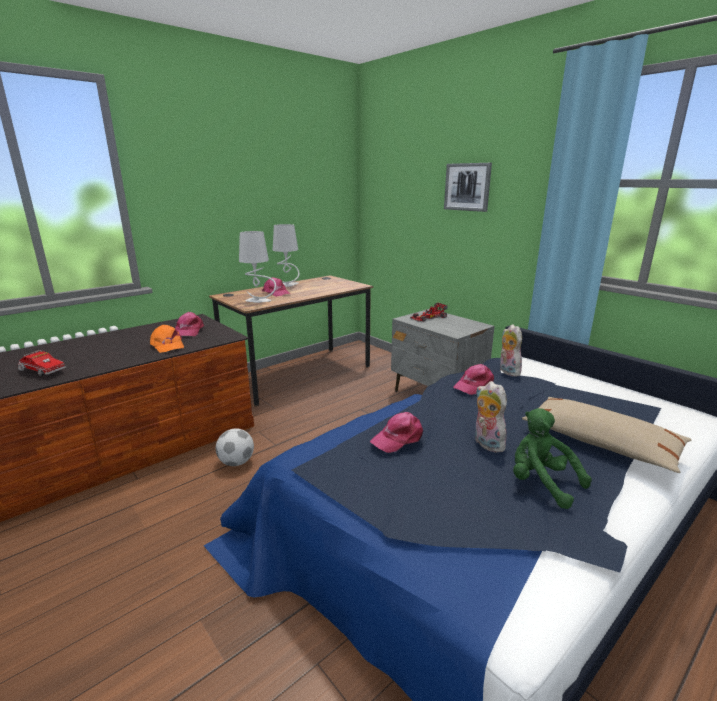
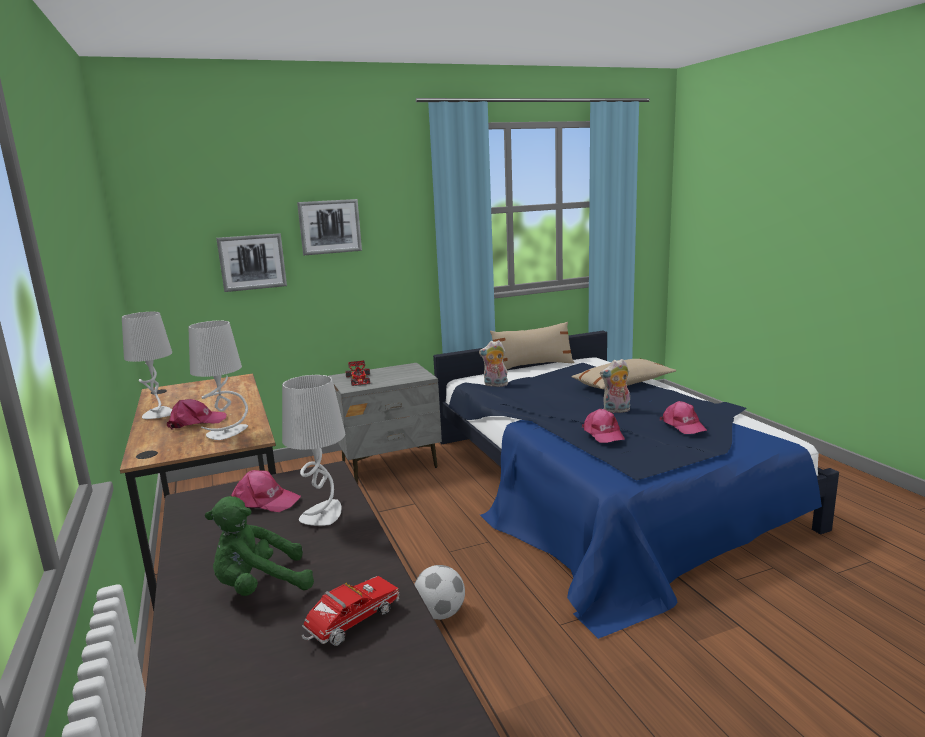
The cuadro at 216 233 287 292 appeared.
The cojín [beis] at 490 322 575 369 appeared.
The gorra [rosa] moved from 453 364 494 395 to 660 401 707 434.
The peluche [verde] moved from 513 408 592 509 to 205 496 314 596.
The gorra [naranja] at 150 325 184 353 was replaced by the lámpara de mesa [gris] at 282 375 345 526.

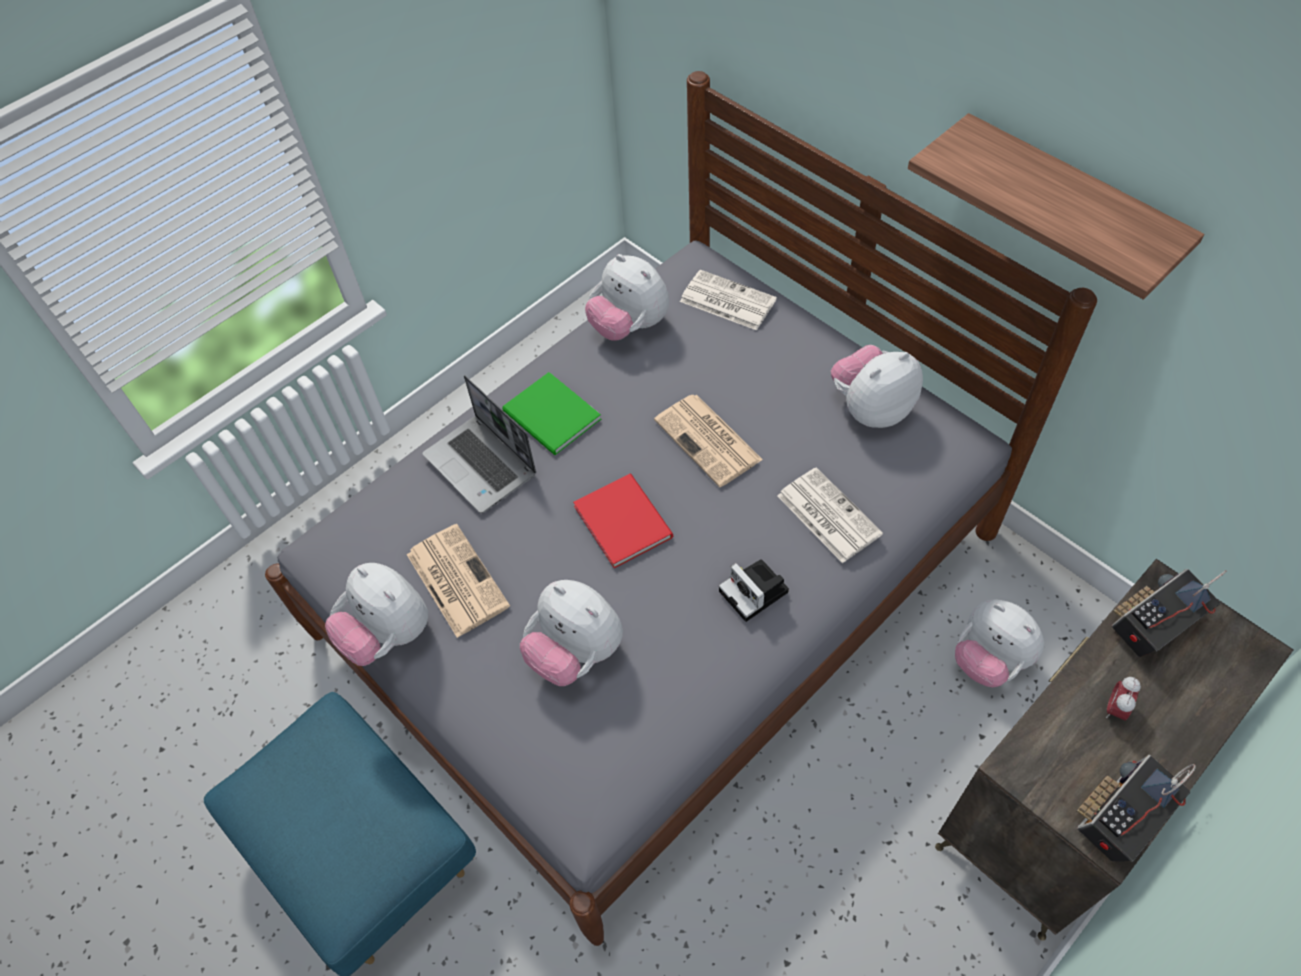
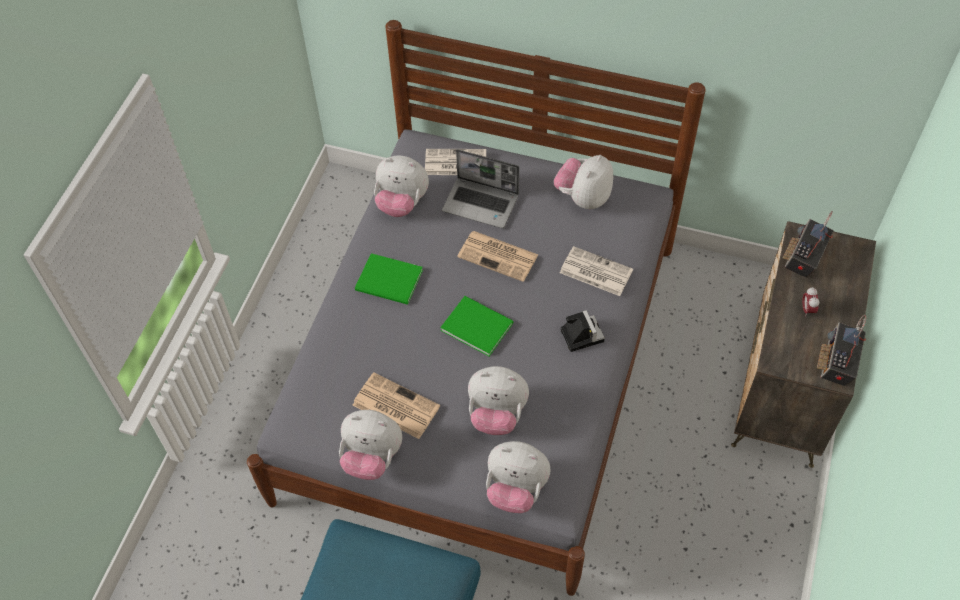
The estante at 908 113 1205 300 disappeared.
The portátil moved from 423 375 536 513 to 442 149 519 228.
The peluche moved from 955 599 1044 687 to 486 441 551 513.
The libro [rojo] at 573 474 673 568 became the libro [verde] at 440 296 513 356.
The cámara at 719 559 789 622 turned 135 degrees counterclockwise.

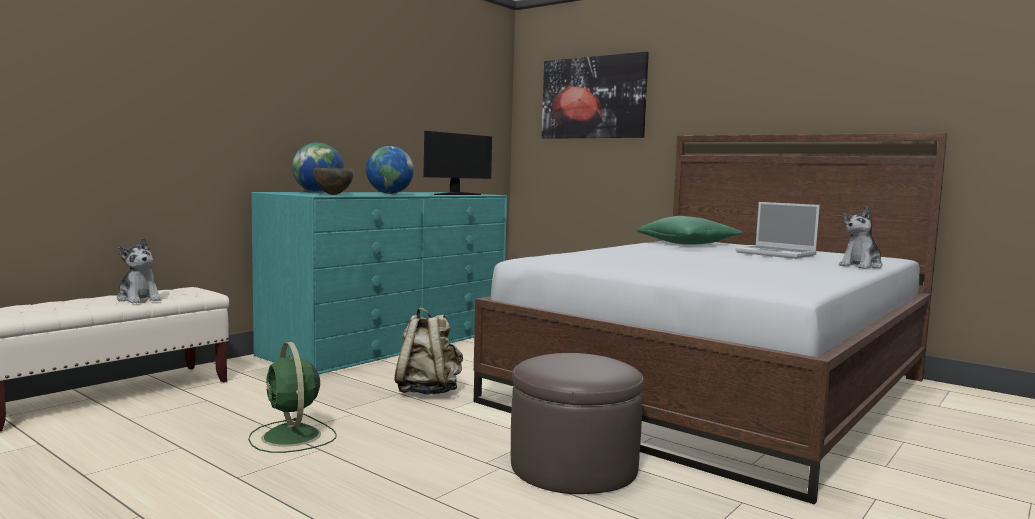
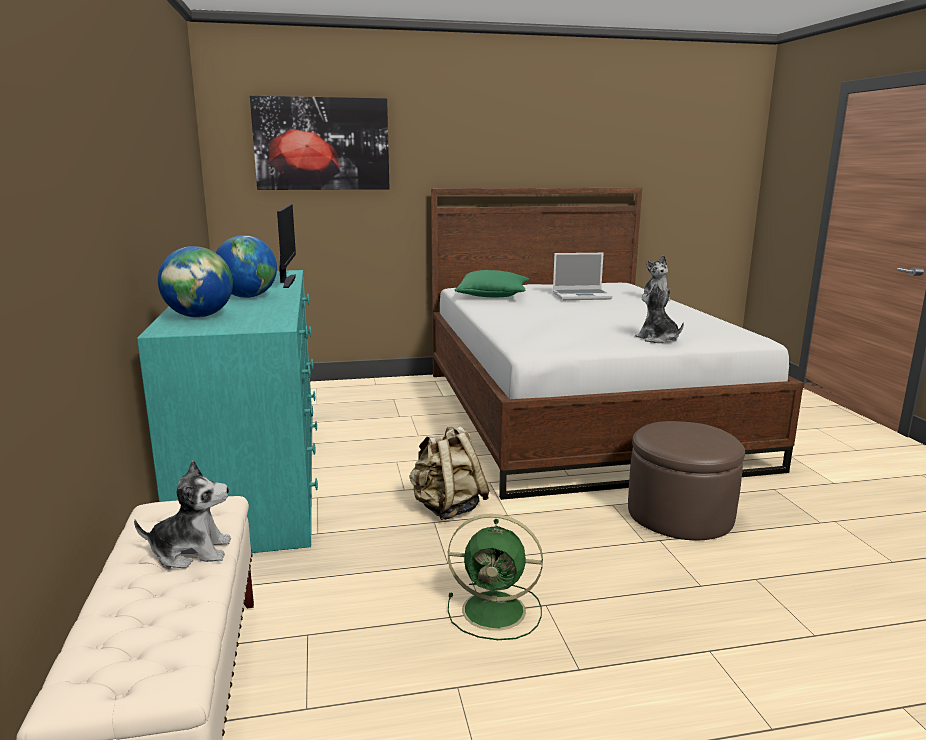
The cuenco [marrón] at 313 168 354 195 disappeared.
The peluche at 635 283 684 343 appeared.

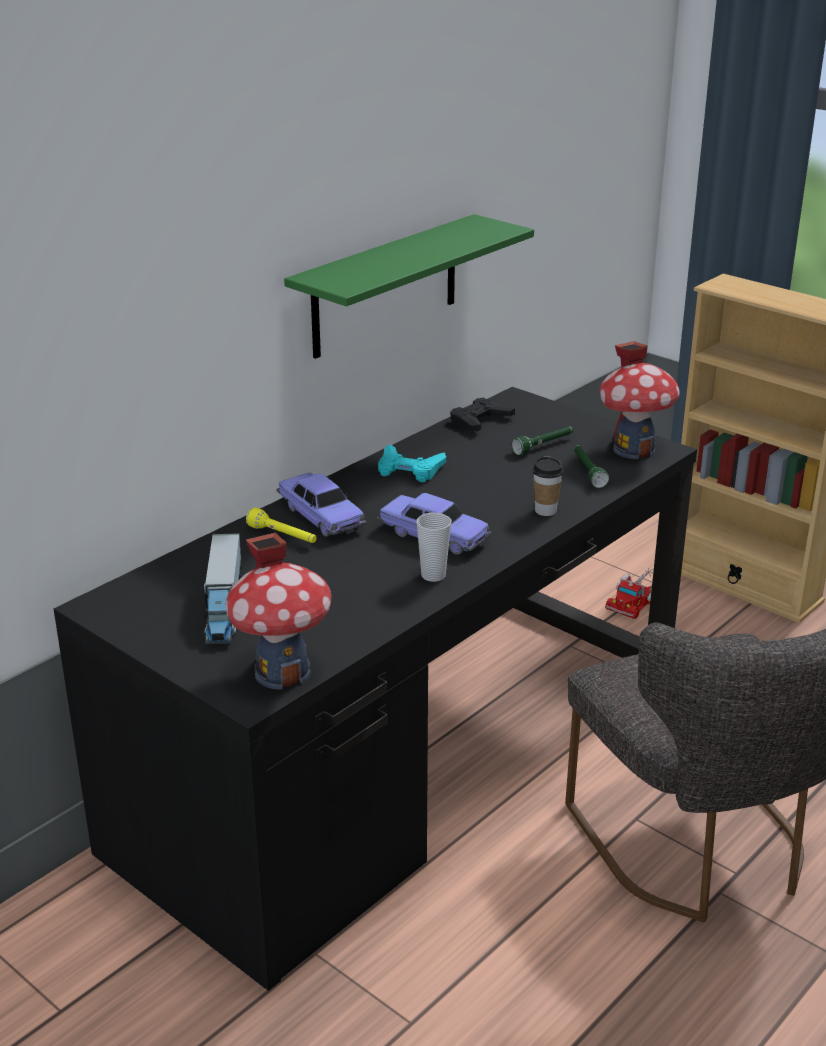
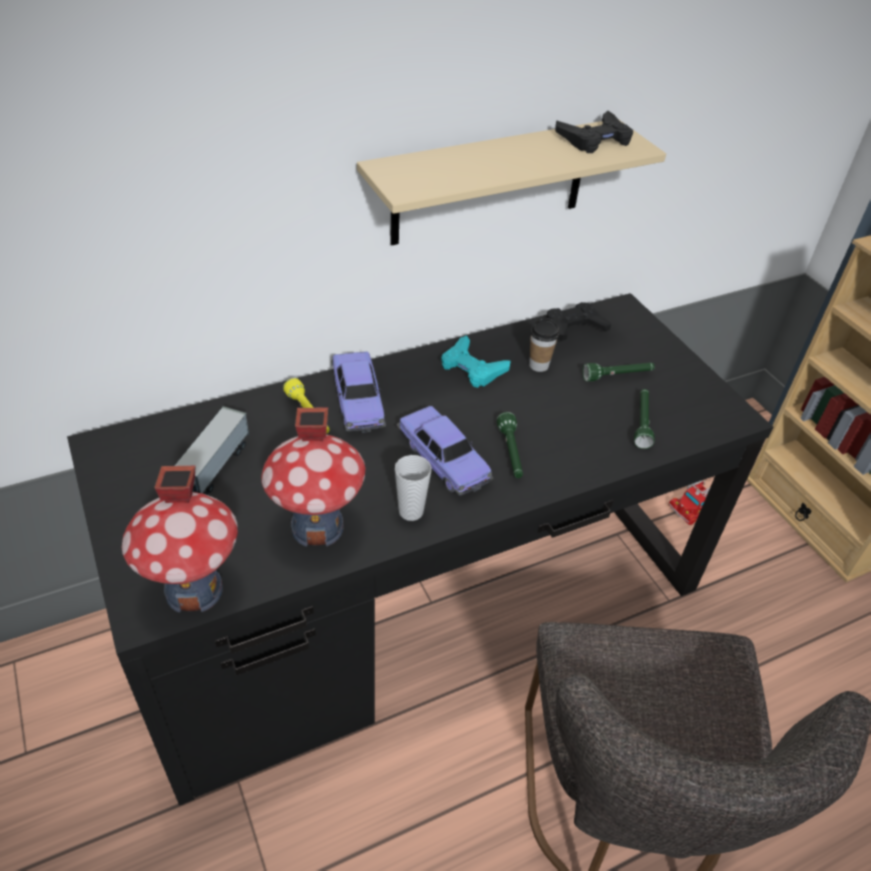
The linterna [verde] at 497 412 523 478 appeared.
The mando de consola [negro] at 555 111 633 153 appeared.
The taza moved from 533 457 563 516 to 529 318 559 372.
The casita moved from 600 341 680 459 to 261 407 366 547.
The estante [verde] at 284 214 534 359 became the estante [beis] at 357 119 666 245.

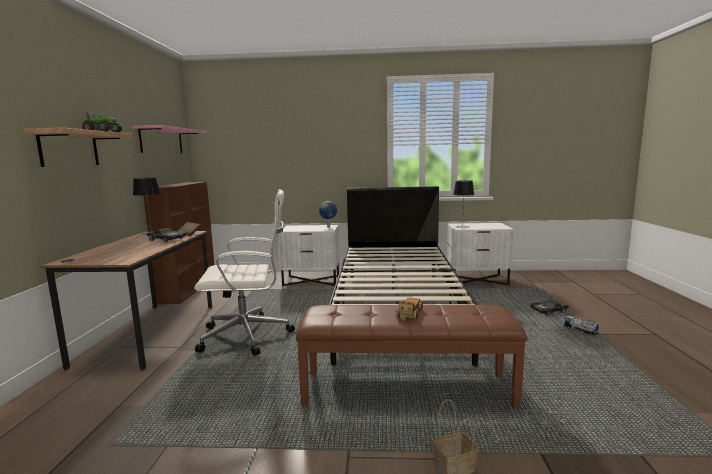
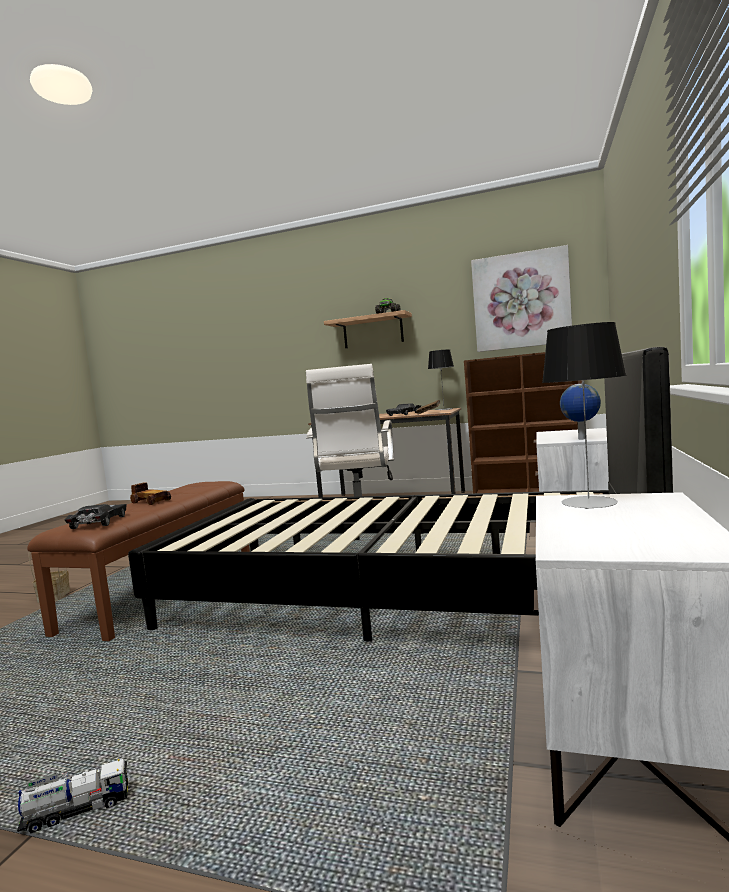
The coche de juguete [negro] moved from 530 300 569 315 to 64 504 126 529.
The estante [rosa] at 132 125 206 153 was replaced by the cuadro at 471 245 572 352.

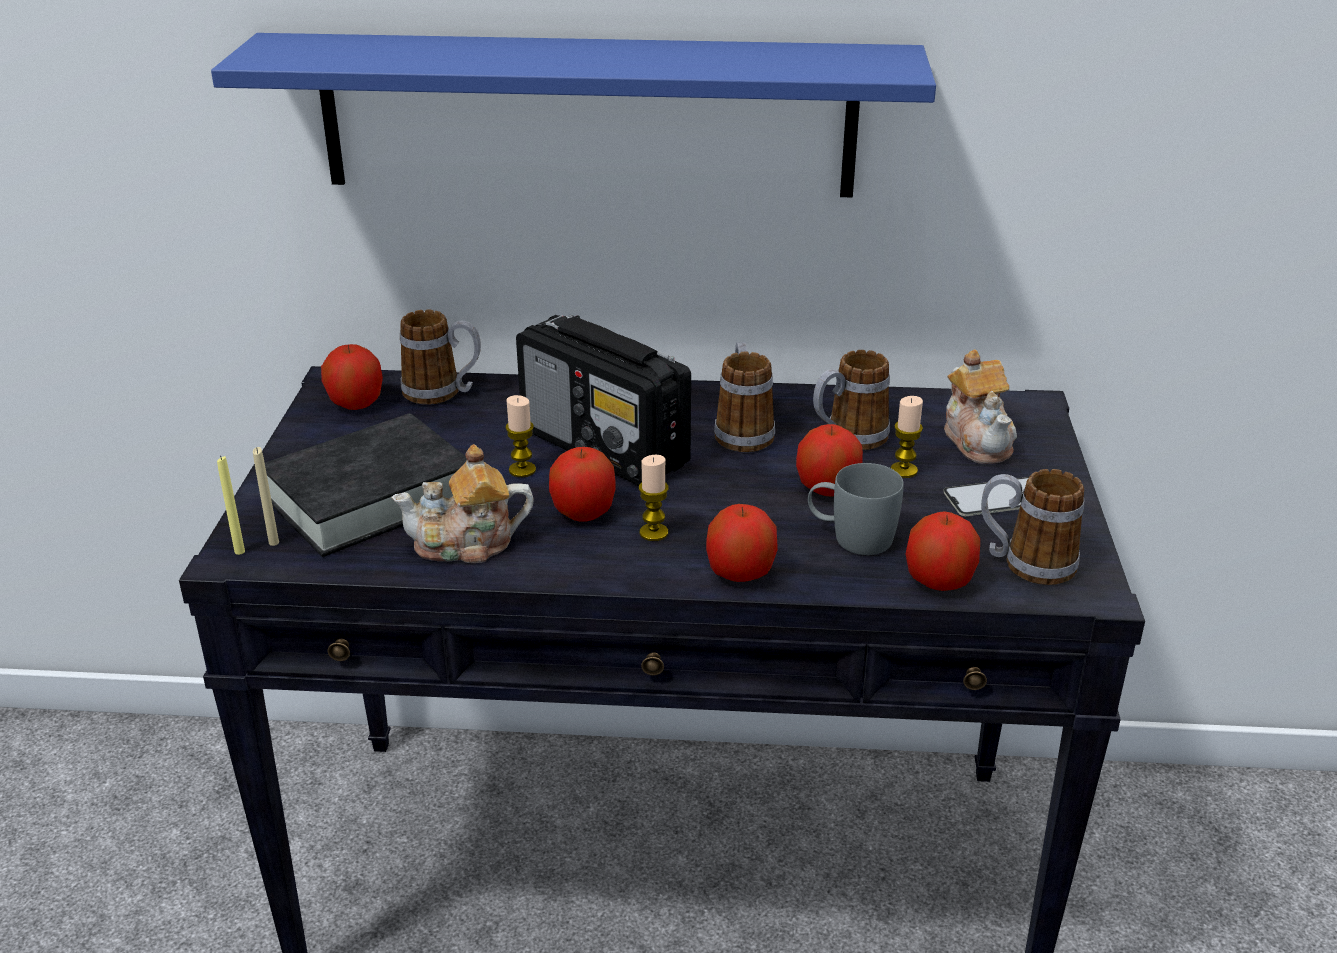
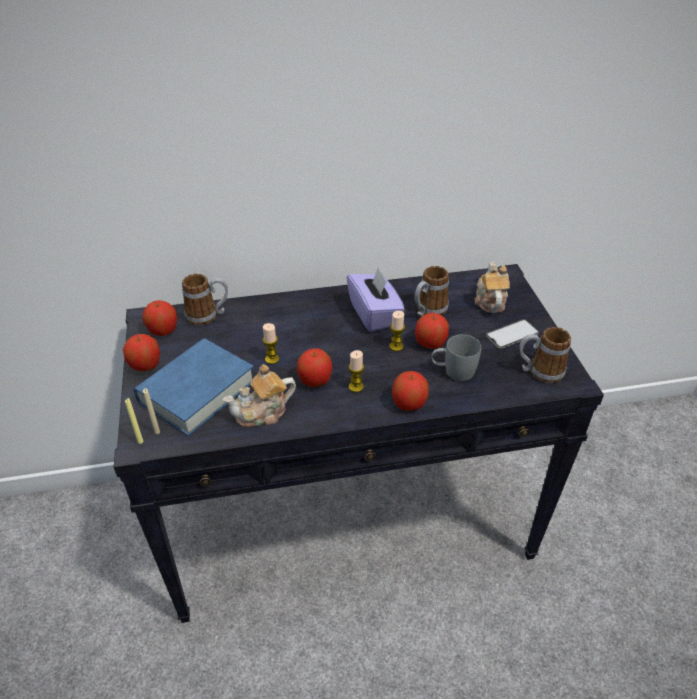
The estante [azul] at 211 33 936 198 disappeared.
The radio at 516 315 691 486 disappeared.
The vela moved from 891 396 923 478 to 389 311 405 351.
The manzana moved from 906 511 980 591 to 123 334 160 371.
The taza grande at 714 342 775 452 was replaced by the caja de pañuelos [morado] at 347 267 405 332.
The libro [negro] at 265 413 467 557 became the libro [azul] at 134 338 253 436.
The tetera at 944 350 1017 464 turned 150 degrees counterclockwise.

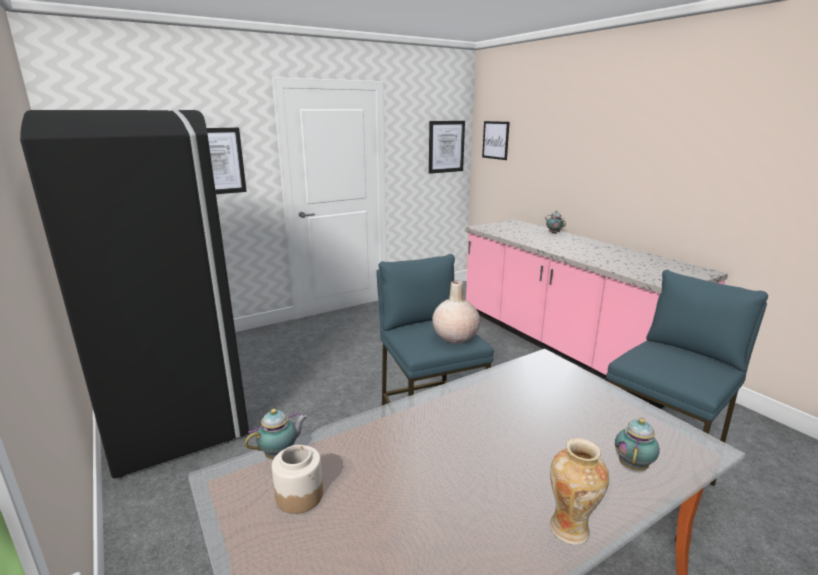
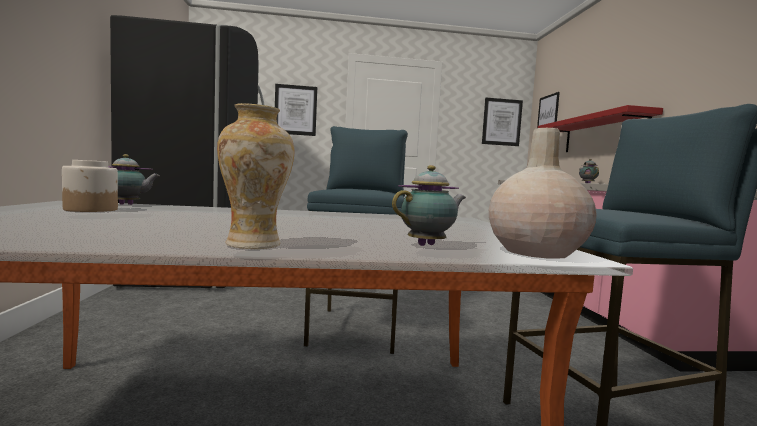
The estante [rojo] at 538 105 663 152 appeared.
The florero [beis] moved from 432 280 480 343 to 489 128 597 259.

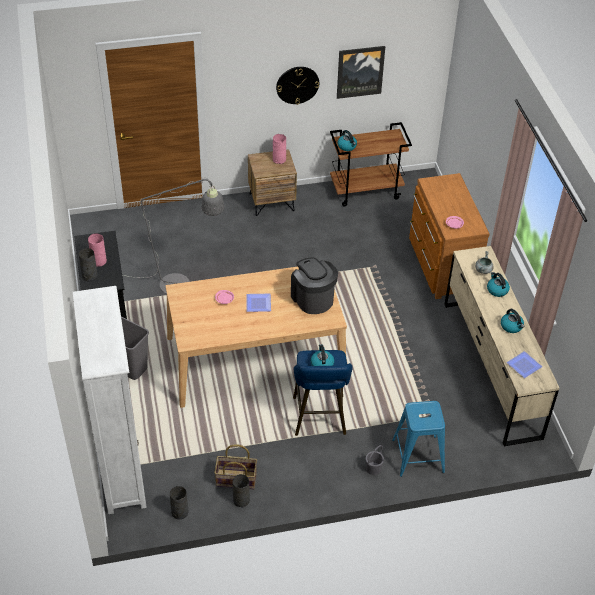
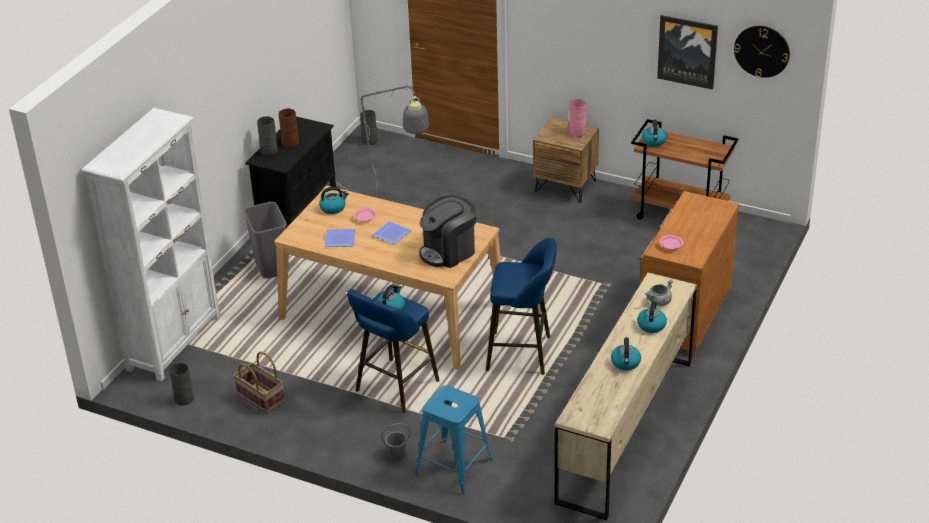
The hervidor at 319 187 349 214 appeared.
The taburete [azul] at 486 238 557 375 appeared.
The florero [gris] moved from 232 474 250 508 to 360 110 378 145.
The reloj de pared moved from 276 67 319 105 to 734 26 790 78.
The plato moved from 507 351 542 378 to 325 229 355 247.
The florero [rosa] at 88 234 107 267 became the florero [marrón] at 279 108 299 148.
The cafetera at 291 258 338 314 turned 135 degrees counterclockwise.

